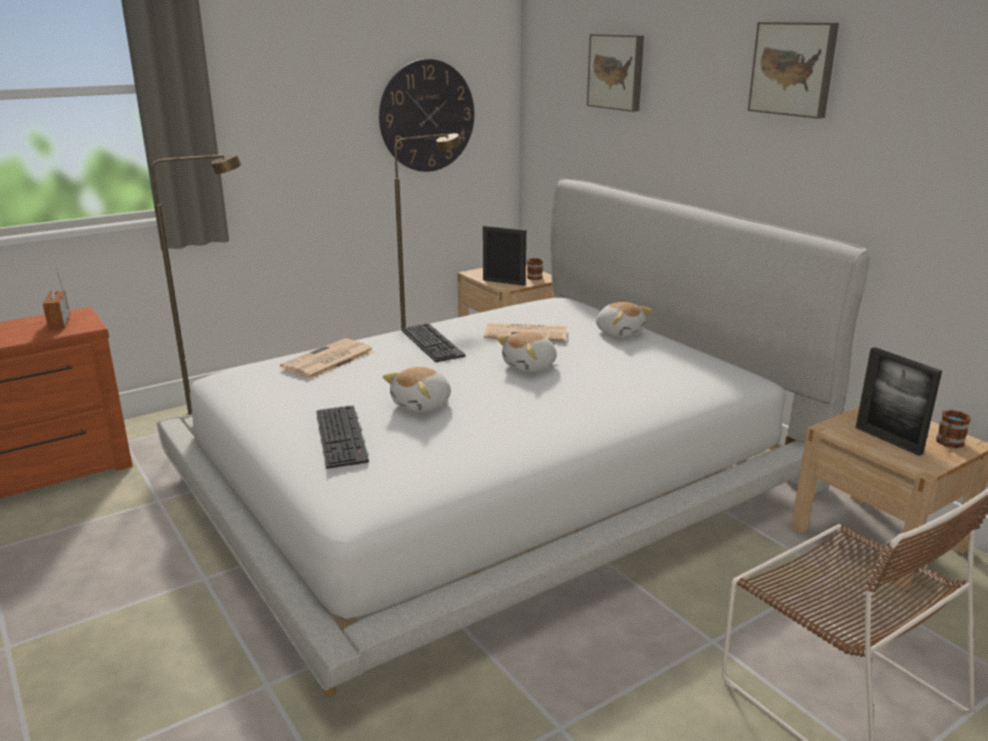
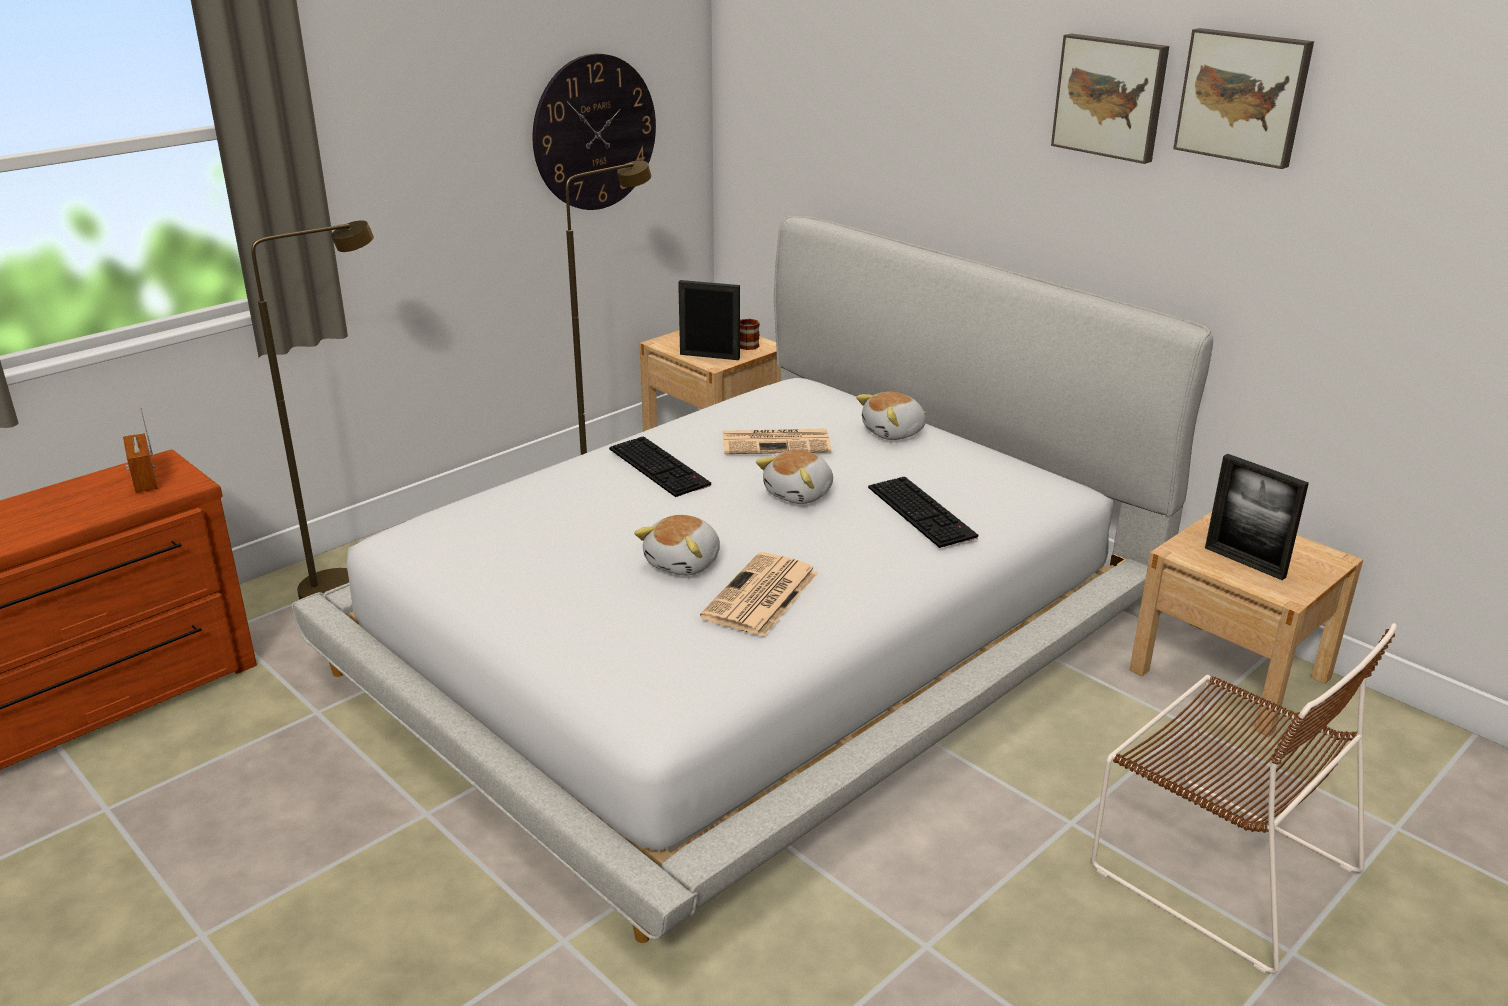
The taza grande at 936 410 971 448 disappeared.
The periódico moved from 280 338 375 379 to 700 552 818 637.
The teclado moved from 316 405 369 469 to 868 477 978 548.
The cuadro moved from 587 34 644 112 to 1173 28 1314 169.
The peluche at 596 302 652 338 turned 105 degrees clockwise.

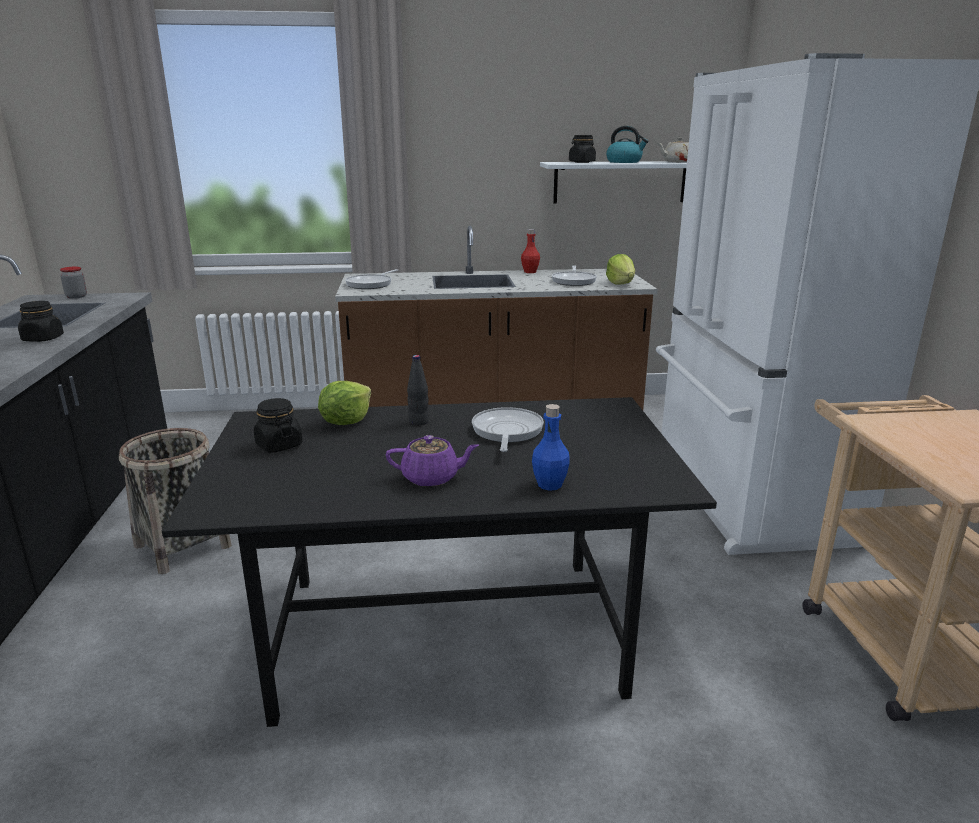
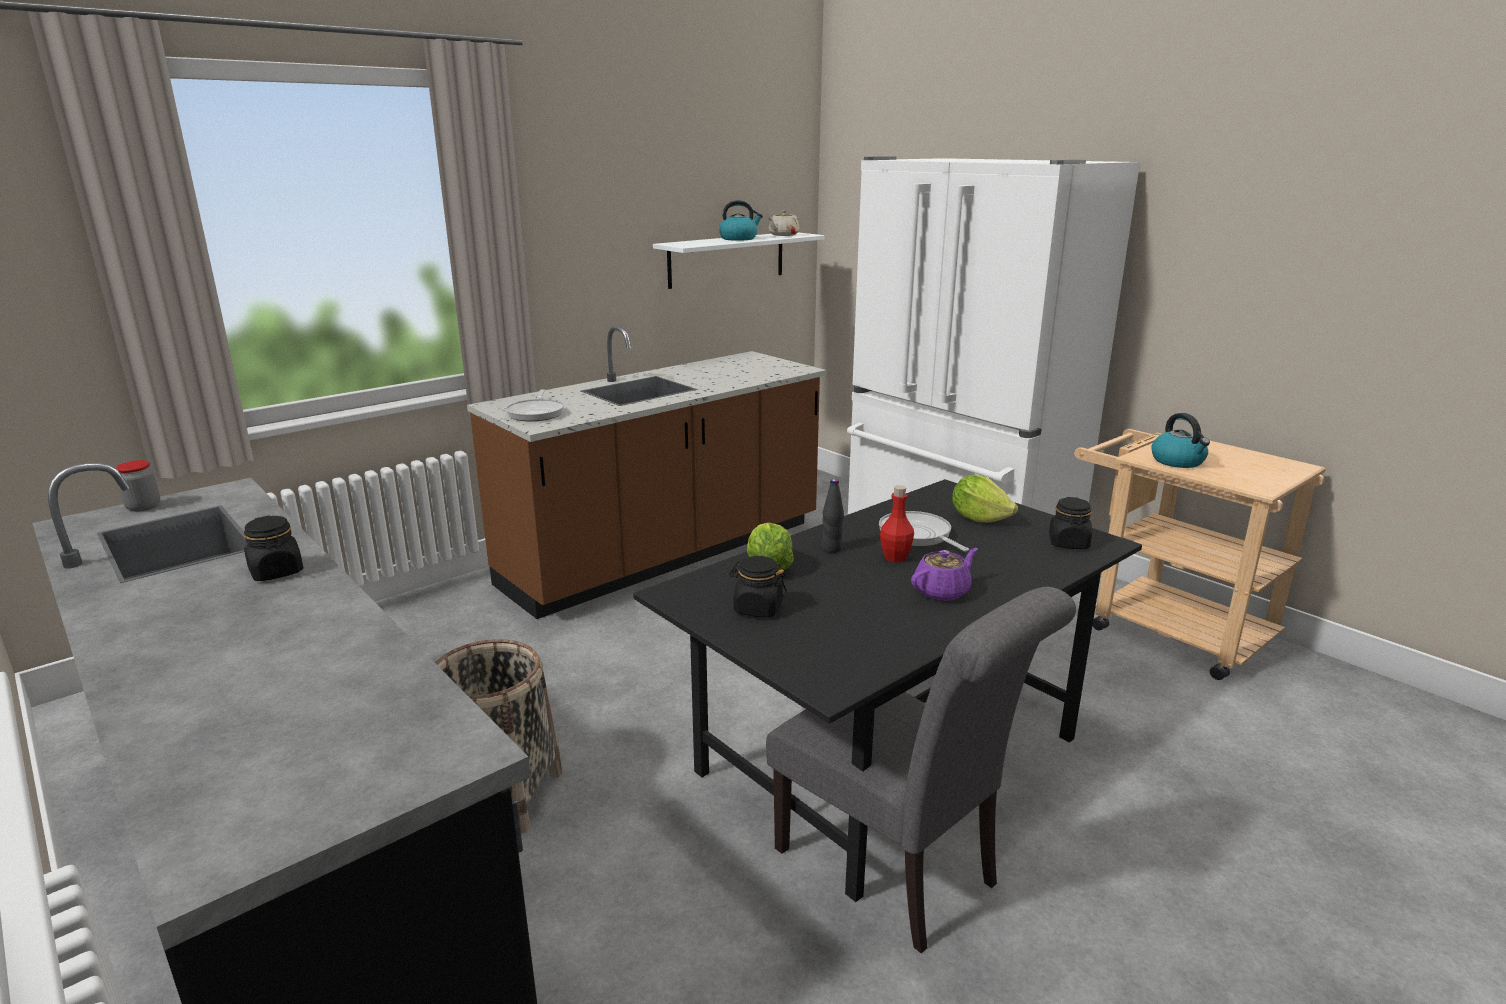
The botella [azul] at 532 404 570 491 disappeared.
The sartén at 552 266 597 286 disappeared.
The silla [gris] at 766 587 1076 954 appeared.
The hervidor at 1151 413 1210 468 appeared.
The botella [rojo] moved from 521 229 540 273 to 880 485 914 562.
The tarro [negro] moved from 569 135 596 163 to 1049 497 1092 549.
The lechuga moved from 606 254 635 285 to 952 475 1018 523.

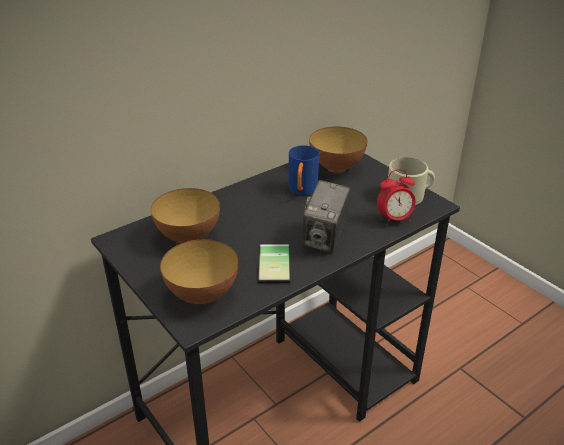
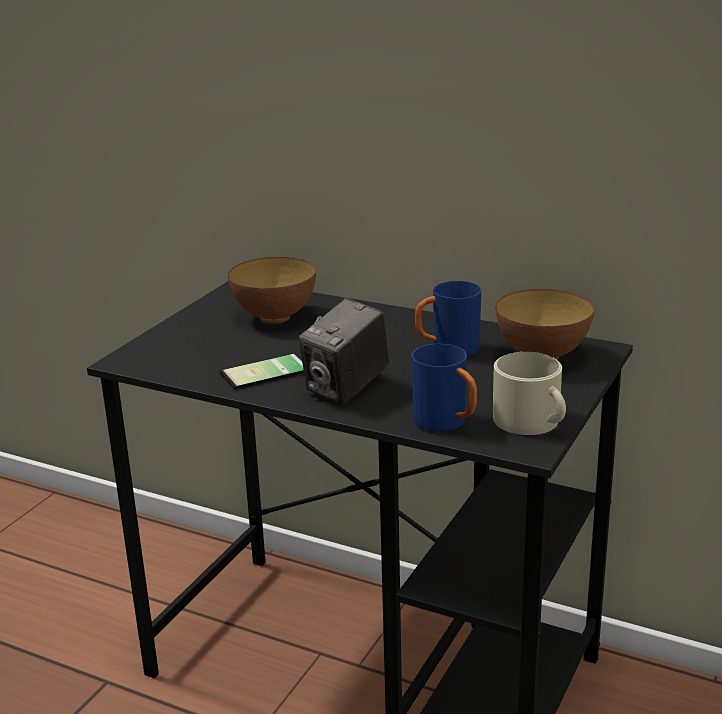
The cuenco at 160 239 239 304 disappeared.
The despertador at 377 169 416 226 was replaced by the taza grande [azul] at 412 344 477 431.
The cámara at 302 180 350 253 turned 45 degrees counterclockwise.

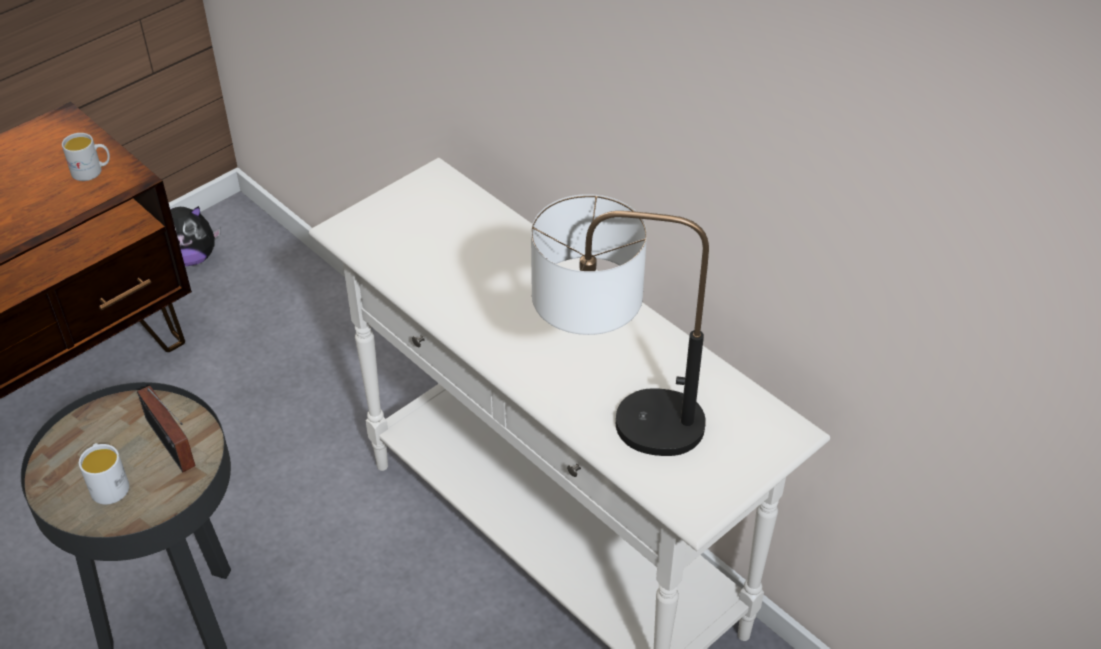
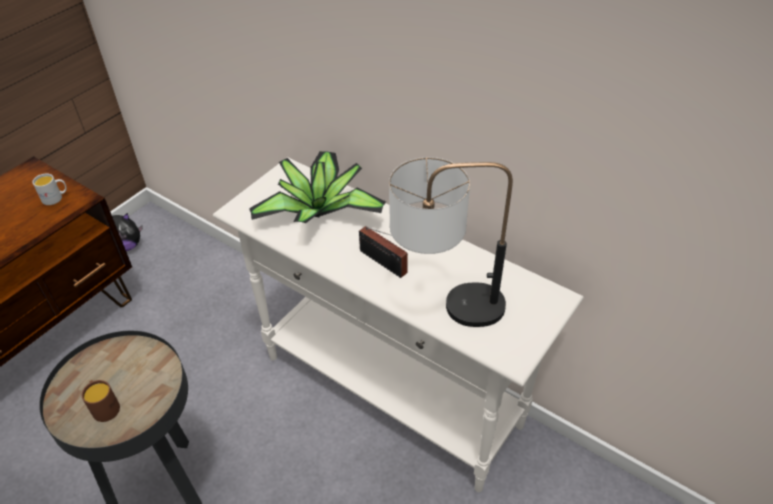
The planta en maceta at 249 151 386 223 appeared.
The radio moved from 137 386 196 472 to 359 226 408 278.
The taza grande [blanco] at 79 443 129 505 became the taza grande [marrón] at 82 380 120 422.

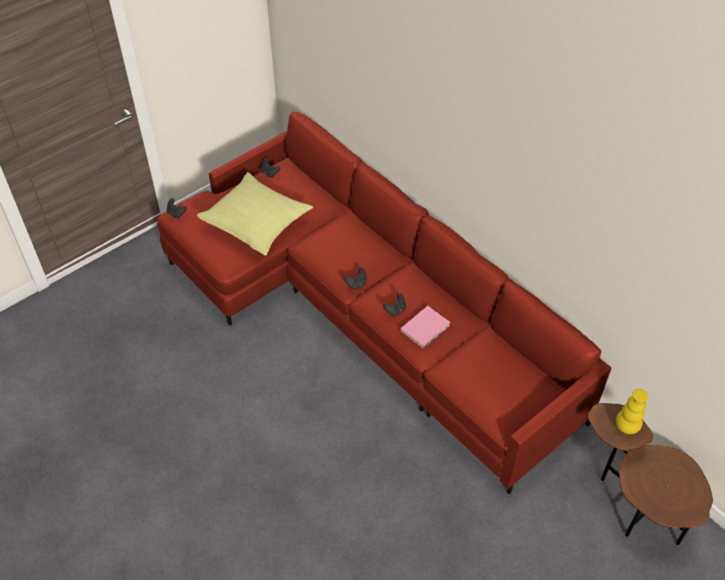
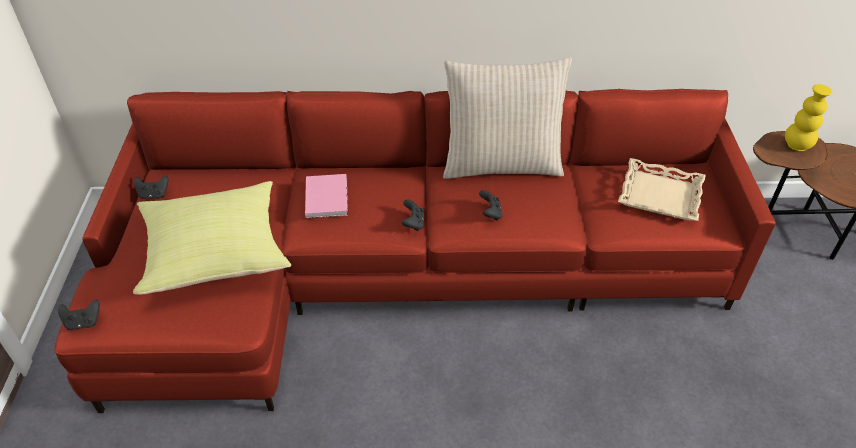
The cojín [beis] at 443 57 572 179 appeared.
The bandeja [beis] at 618 158 706 221 appeared.
The libro [rosa] moved from 401 306 450 348 to 305 174 348 219.

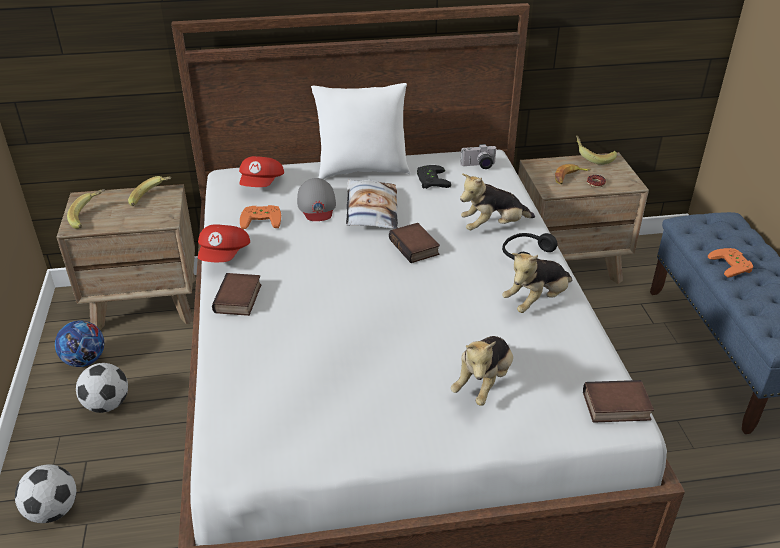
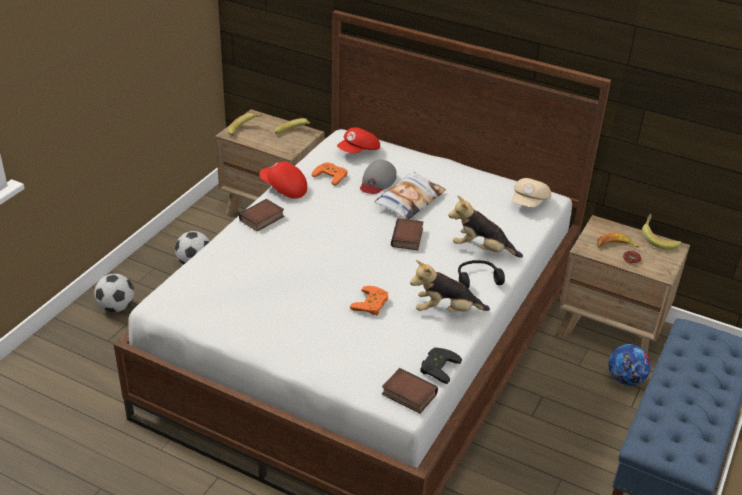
The cojín [blanco] at 311 83 410 179 disappeared.
The peluche at 451 336 513 406 disappeared.
The balón de fútbol moved from 55 320 104 367 to 608 344 651 386.
The mando de consola [negro] moved from 417 165 451 189 to 420 347 462 384.
The mando de consola [naranja] moved from 708 248 753 278 to 350 286 388 316.
The cámara at 460 144 497 169 was replaced by the gorra [beis] at 512 178 551 207.
The gorra [rojo] at 198 224 250 262 turned 75 degrees clockwise.

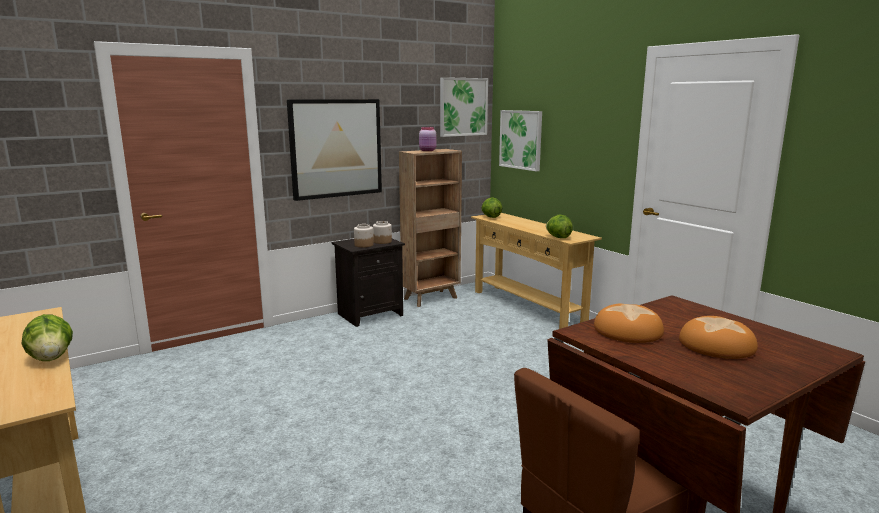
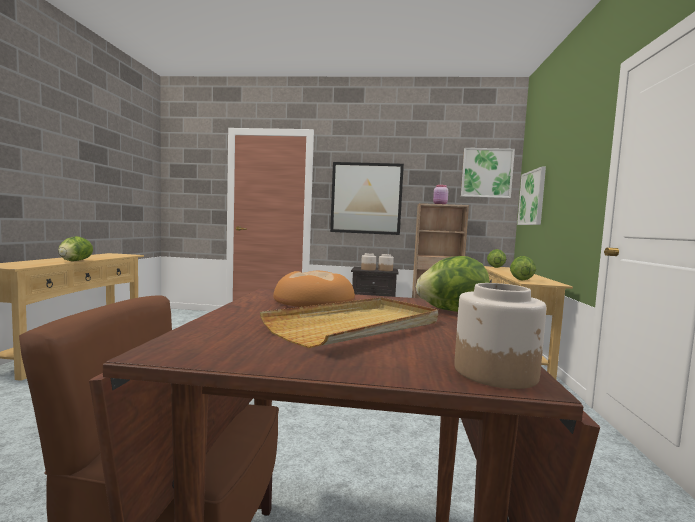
The lechuga at 416 256 490 312 appeared.
The tarro at 454 283 546 389 appeared.
The pan at 679 316 758 359 was replaced by the bandeja [beis] at 260 297 438 348.

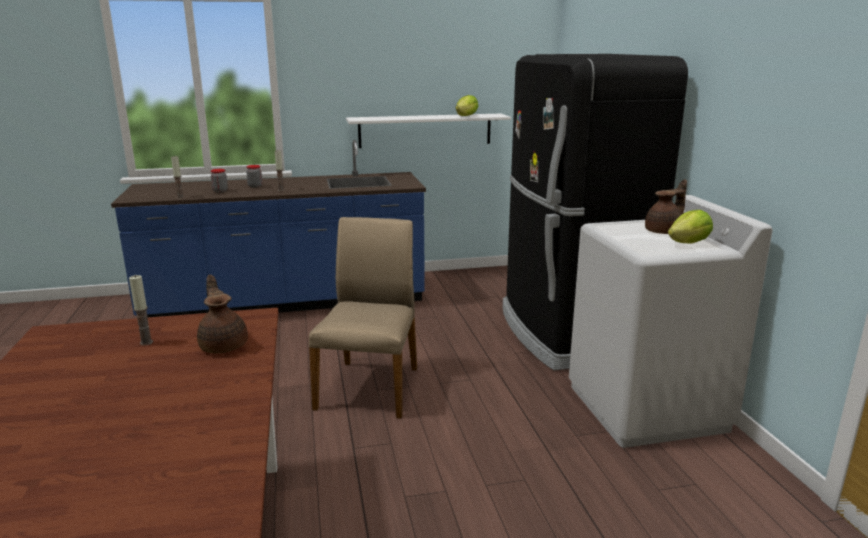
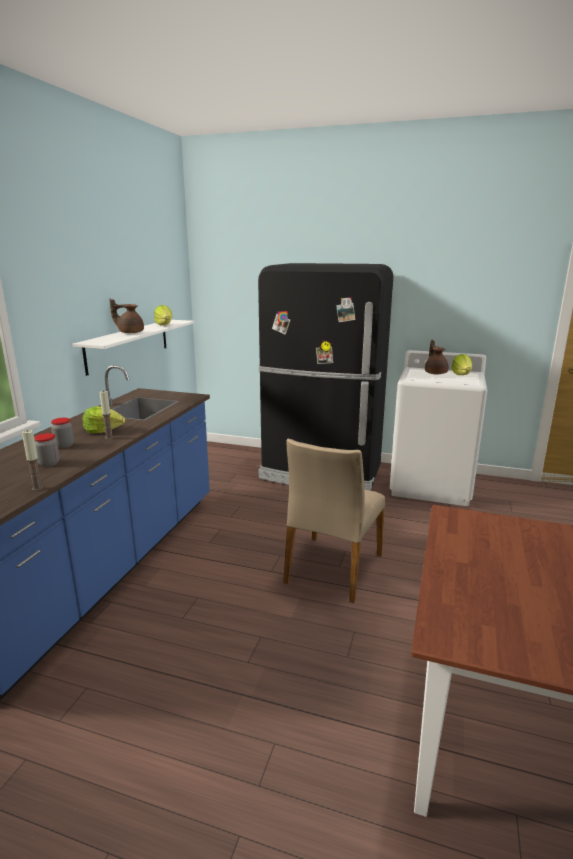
The vela at 129 275 153 345 disappeared.
The lechuga at 82 406 125 433 appeared.
The tetera [marrón] moved from 197 275 248 353 to 110 299 144 333.
The silla [beis] at 309 217 417 419 turned 105 degrees counterclockwise.

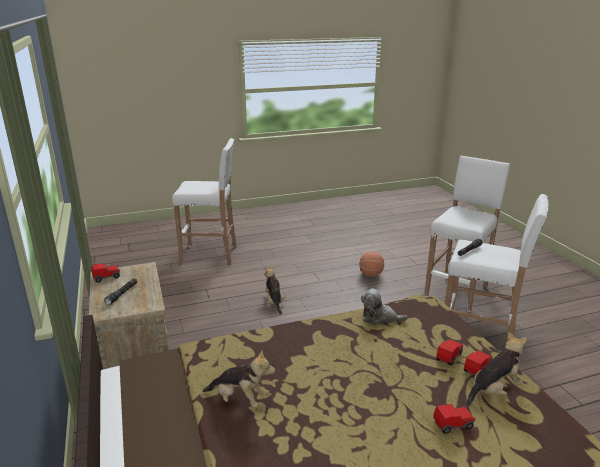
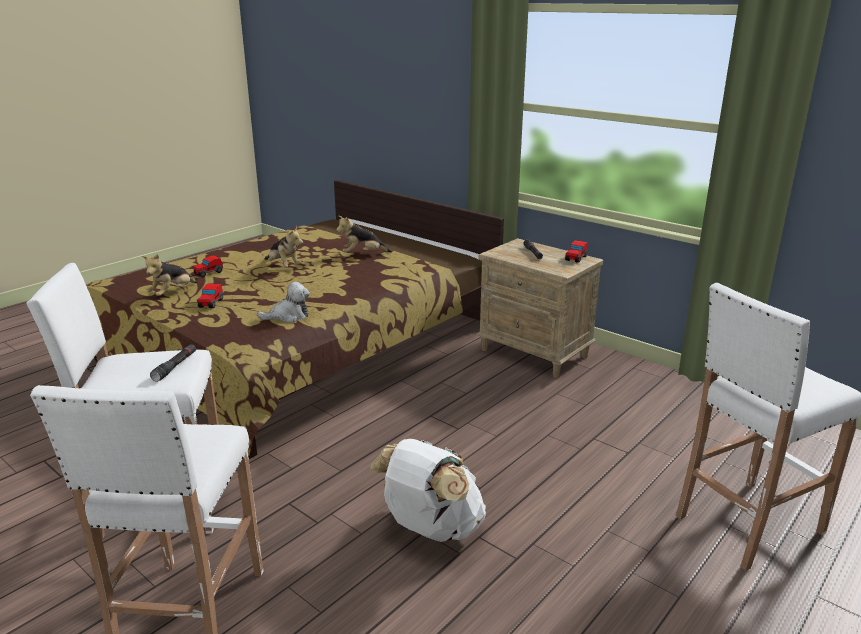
The balón de baloncesto at 359 251 384 277 disappeared.
The coche de juguete at 464 350 493 376 disappeared.
The mochila [blanco] at 370 439 486 542 appeared.
The peluche moved from 264 265 286 314 to 264 226 303 267.

